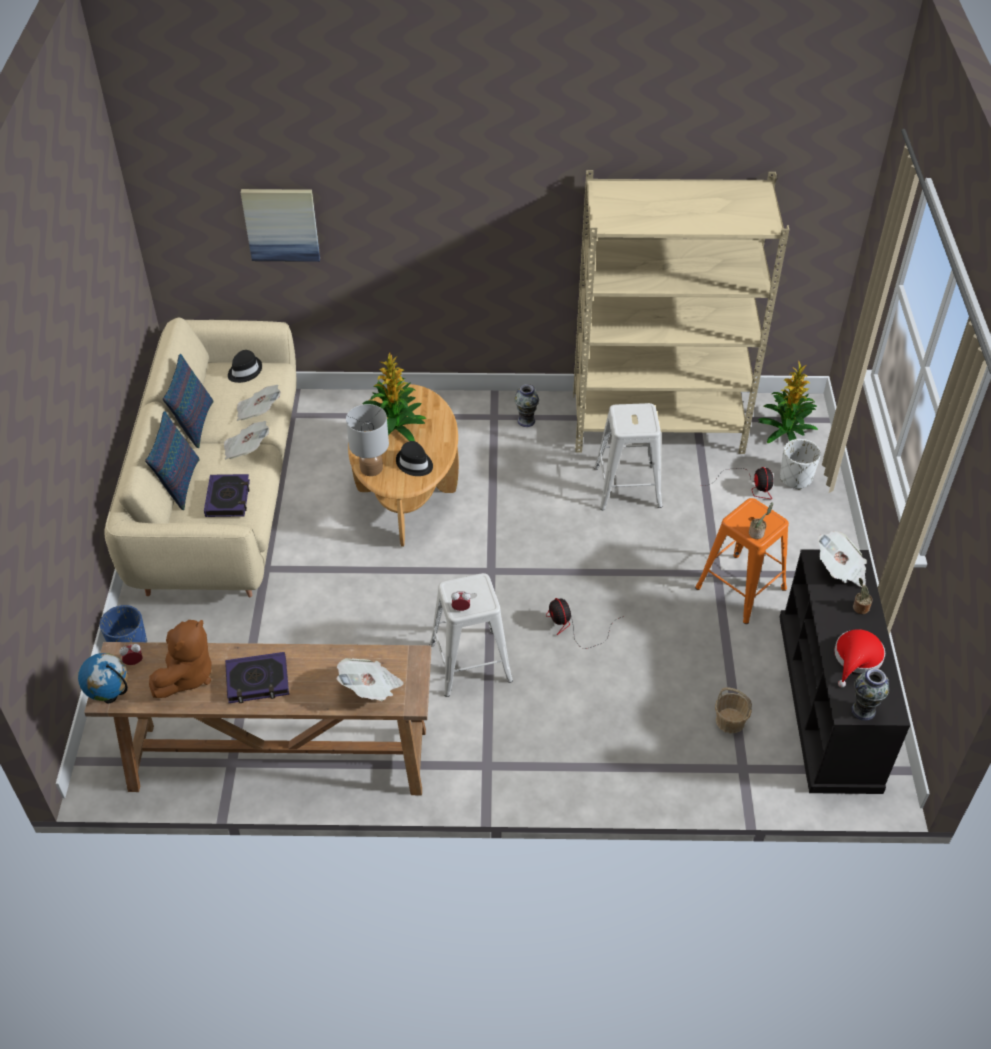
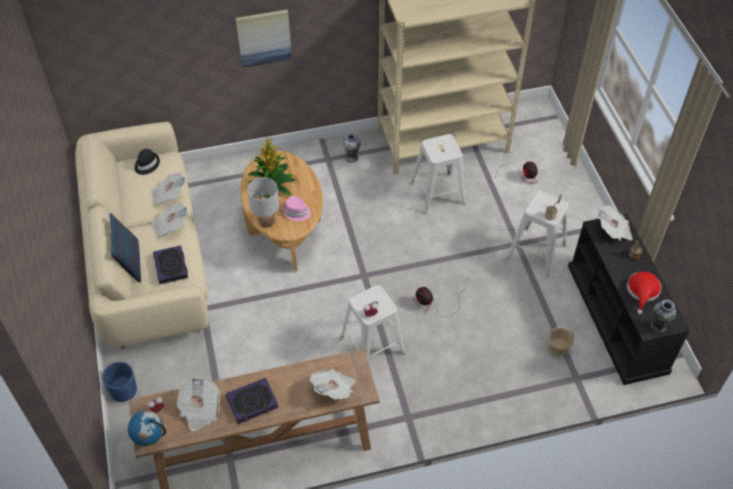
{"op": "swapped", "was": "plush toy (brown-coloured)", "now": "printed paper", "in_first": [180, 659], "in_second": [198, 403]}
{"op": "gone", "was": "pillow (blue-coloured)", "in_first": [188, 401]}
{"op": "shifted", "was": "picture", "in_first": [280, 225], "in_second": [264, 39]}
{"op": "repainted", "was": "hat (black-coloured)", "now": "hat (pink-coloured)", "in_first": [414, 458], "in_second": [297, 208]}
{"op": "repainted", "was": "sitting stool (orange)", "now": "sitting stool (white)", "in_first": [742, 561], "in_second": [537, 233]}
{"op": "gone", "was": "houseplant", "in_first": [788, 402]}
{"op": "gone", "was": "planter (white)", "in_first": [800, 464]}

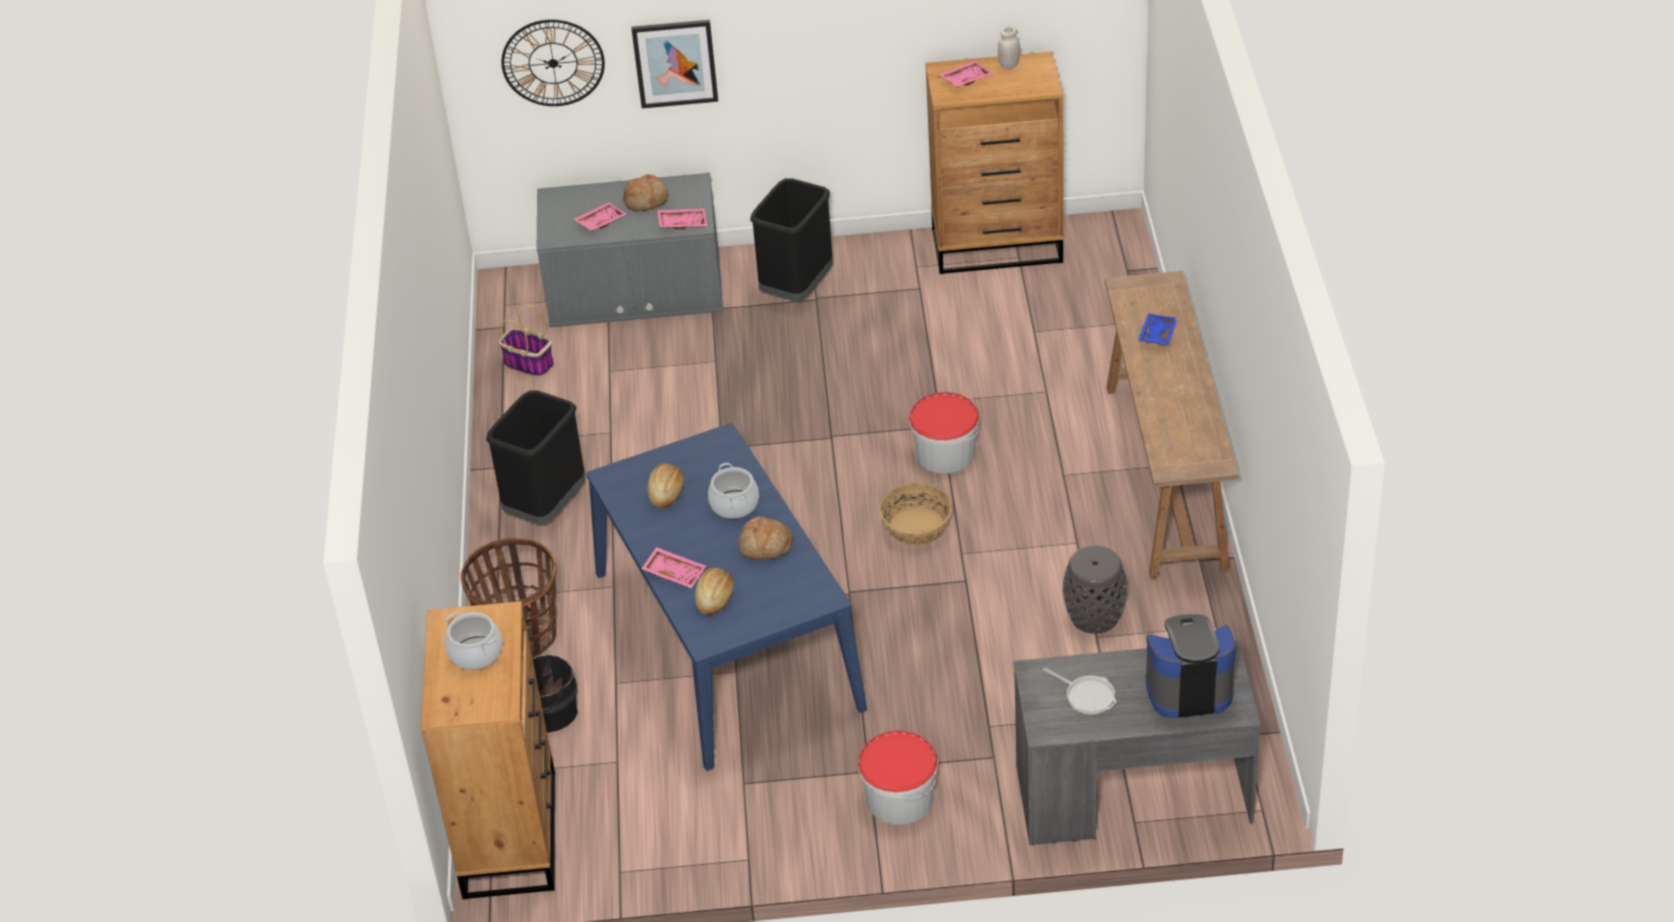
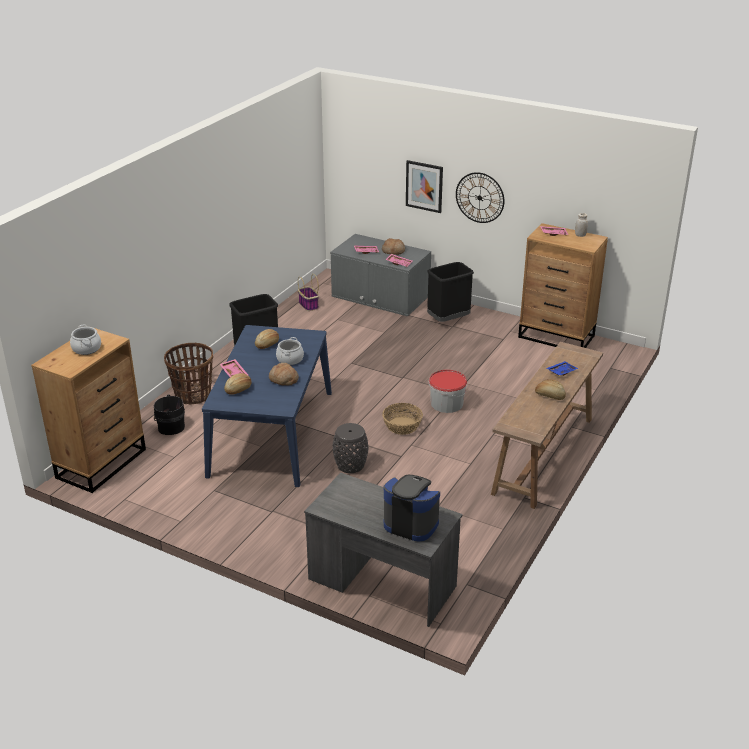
{"op": "shifted", "was": "wall clock", "in_first": [553, 62], "in_second": [480, 197]}
{"op": "gone", "was": "bucket", "in_first": [898, 777]}
{"op": "gone", "was": "skillet", "in_first": [1080, 691]}
{"op": "shifted", "was": "sitting stool (greyish)", "in_first": [1095, 590], "in_second": [350, 448]}
{"op": "new", "now": "baked bread", "in_second": [550, 389]}

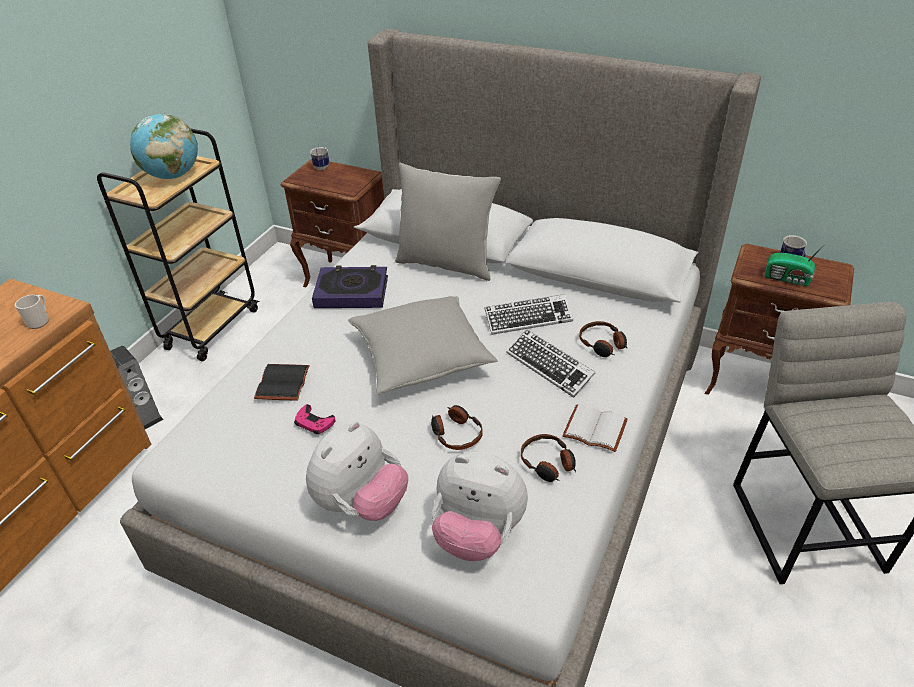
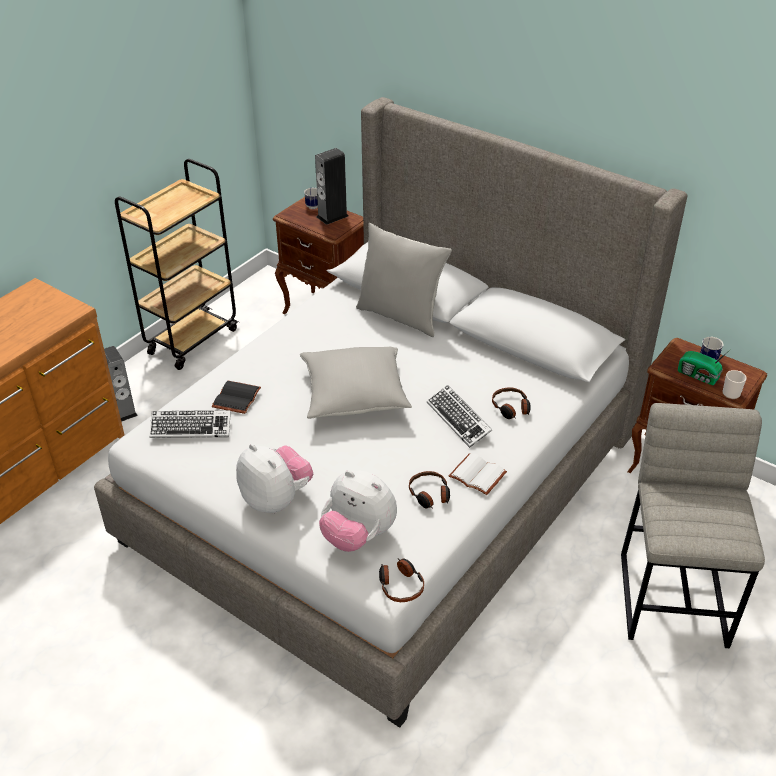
{"op": "shifted", "was": "tea mug", "in_first": [32, 312], "in_second": [734, 384]}
{"op": "gone", "was": "world globe", "in_first": [164, 146]}
{"op": "gone", "was": "gamepad (pink-coloured)", "in_first": [315, 419]}
{"op": "rotated", "was": "plush toy", "in_first": [357, 471], "in_second": [274, 478], "clockwise": -90}
{"op": "gone", "was": "bound book", "in_first": [350, 286]}
{"op": "shifted", "was": "pair of headphones", "in_first": [457, 427], "in_second": [401, 580]}
{"op": "shifted", "was": "PC keyboard", "in_first": [529, 314], "in_second": [190, 424]}
{"op": "new", "now": "audio speaker", "in_second": [331, 186]}

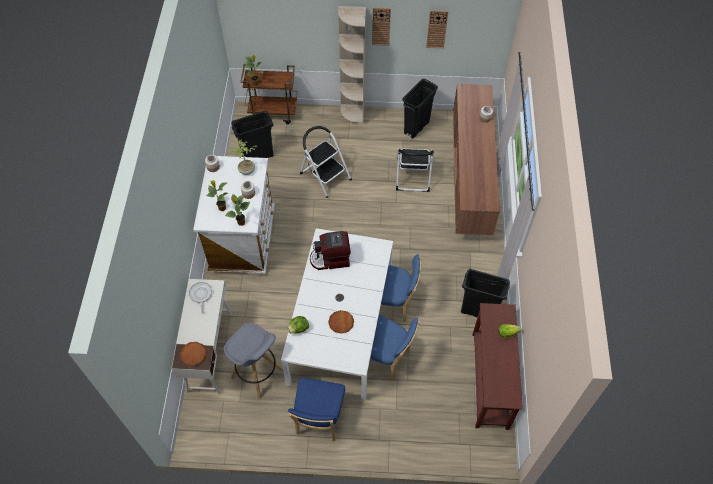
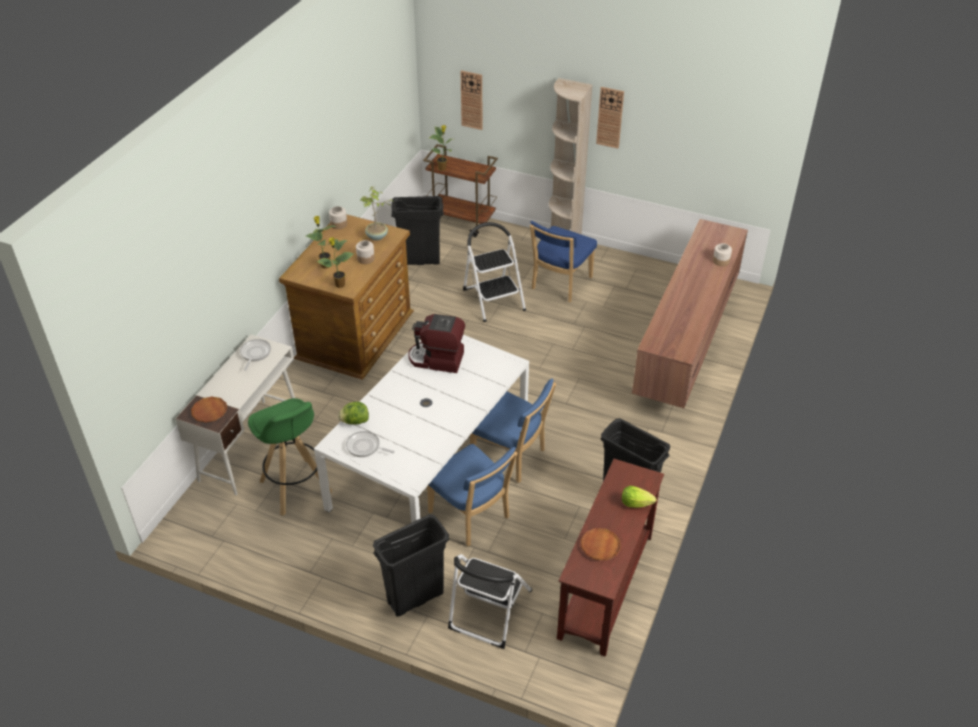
{"op": "repainted", "was": "drawer chest (white)", "now": "drawer chest (brown-coloured)", "in_first": [234, 215], "in_second": [346, 297]}
{"op": "repainted", "was": "sitting stool (greyish)", "now": "sitting stool (greenish)", "in_first": [253, 361], "in_second": [290, 457]}
{"op": "shifted", "was": "chair (blue-coloured)", "in_first": [316, 409], "in_second": [563, 261]}
{"op": "shifted", "was": "plate (brown-coloured)", "in_first": [341, 322], "in_second": [601, 544]}
{"op": "shifted", "was": "step ladder", "in_first": [415, 170], "in_second": [490, 601]}
{"op": "shifted", "was": "trash can (black-coloured)", "in_first": [420, 109], "in_second": [411, 565]}
{"op": "shifted", "was": "wall clock", "in_first": [437, 29], "in_second": [471, 100]}
{"op": "new", "now": "skillet", "in_second": [370, 444]}

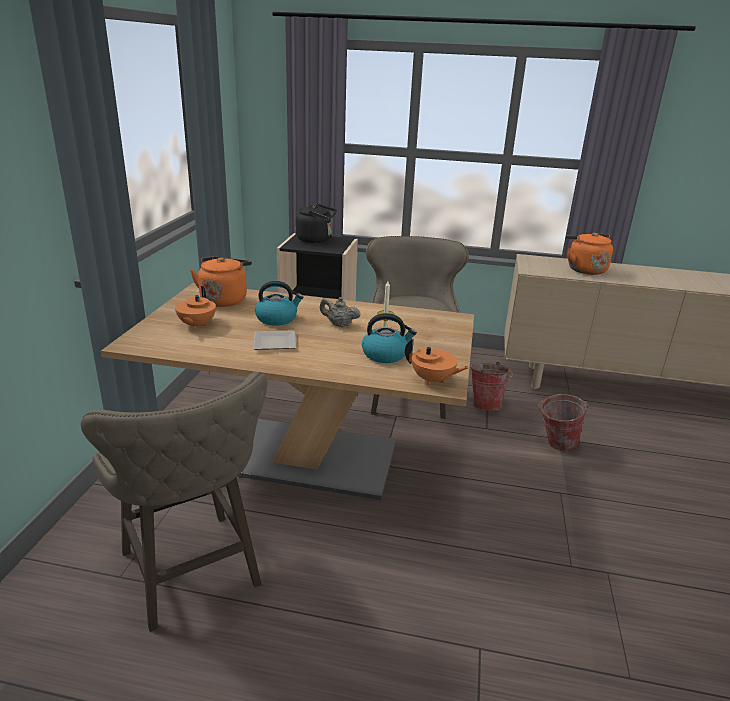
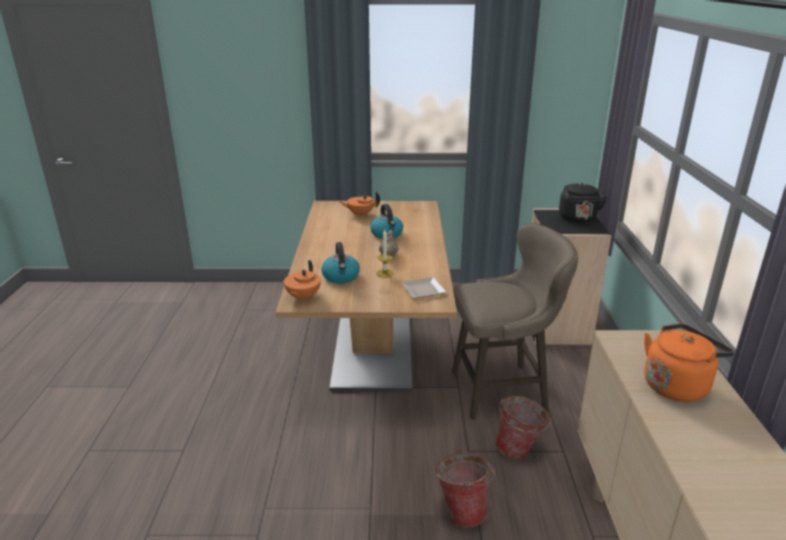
{"op": "gone", "was": "sitting stool (beige-coloured)", "in_first": [174, 502]}
{"op": "gone", "was": "kettle (orange)", "in_first": [221, 282]}
{"op": "shifted", "was": "plate", "in_first": [275, 340], "in_second": [424, 288]}

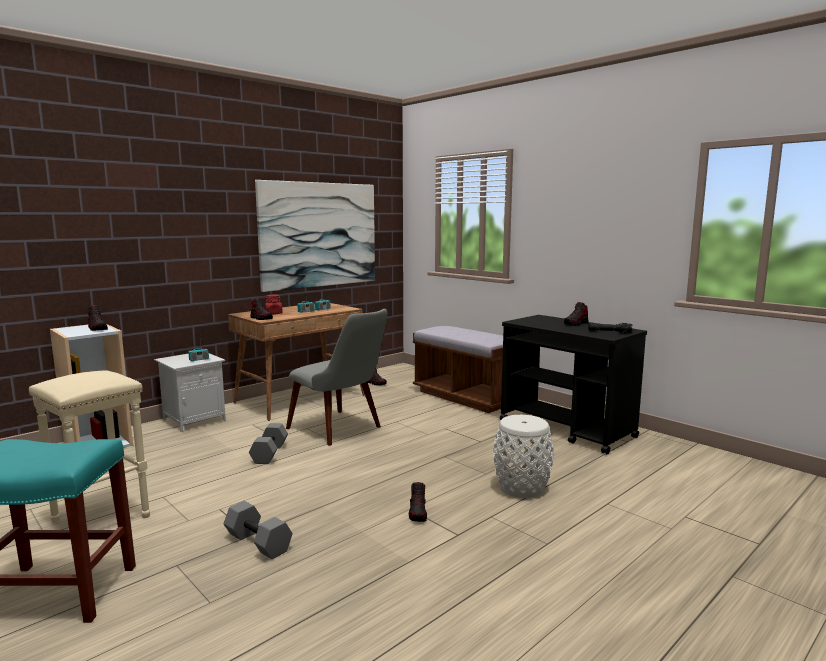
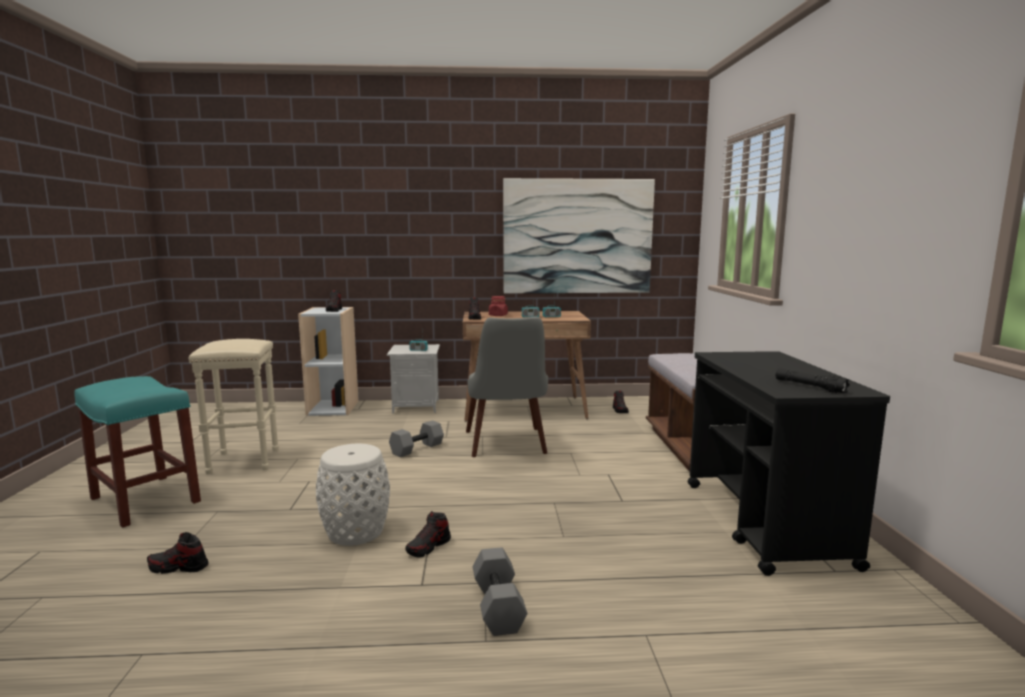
{"op": "shifted", "was": "dumbbell (greyish)", "in_first": [258, 530], "in_second": [500, 591]}
{"op": "shifted", "was": "sitting stool (white)", "in_first": [523, 456], "in_second": [353, 495]}
{"op": "shifted", "was": "low shoe", "in_first": [576, 314], "in_second": [177, 553]}

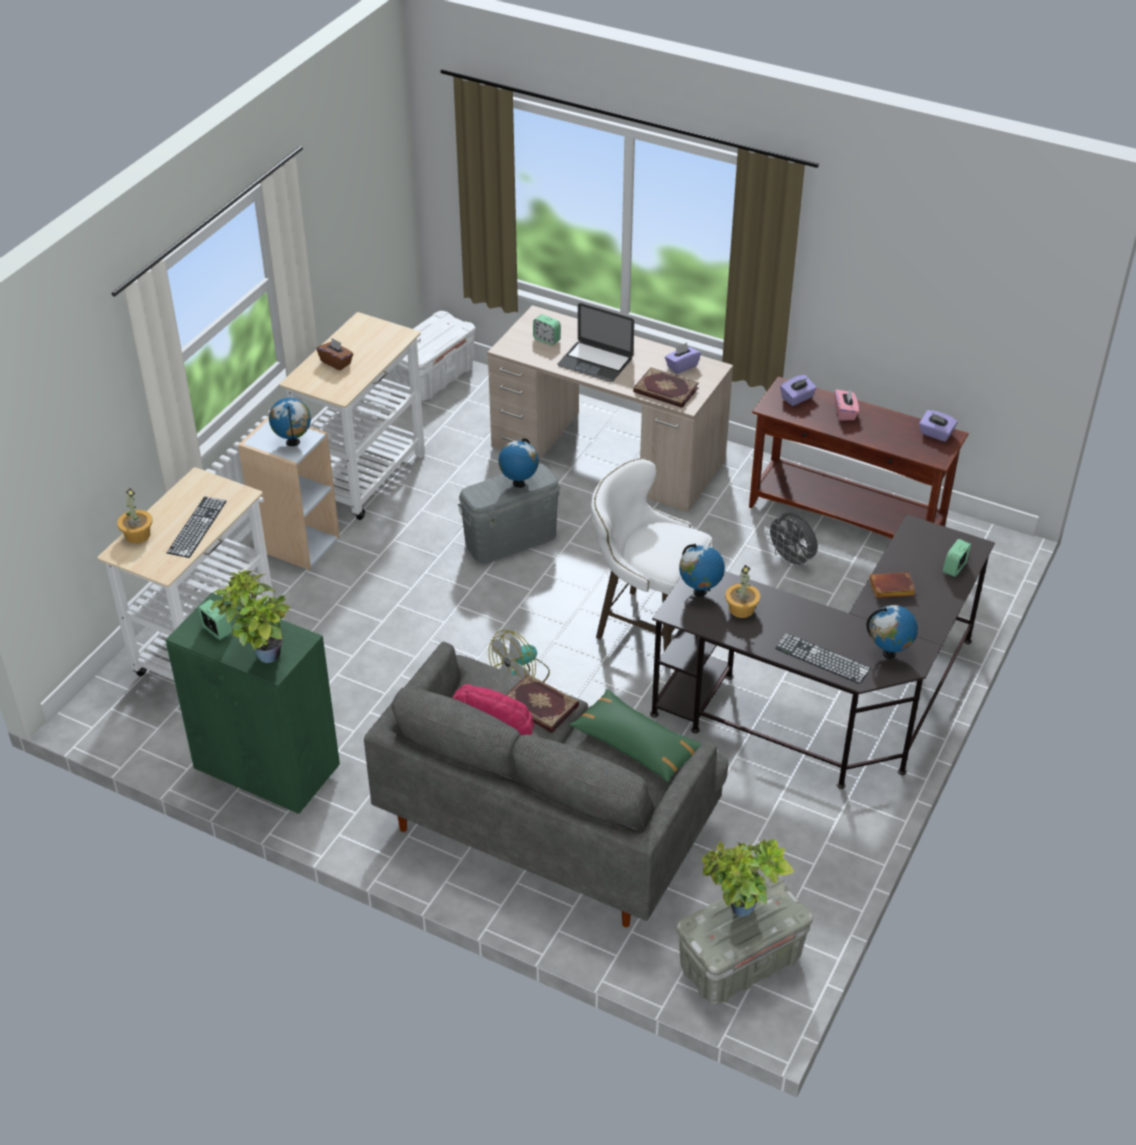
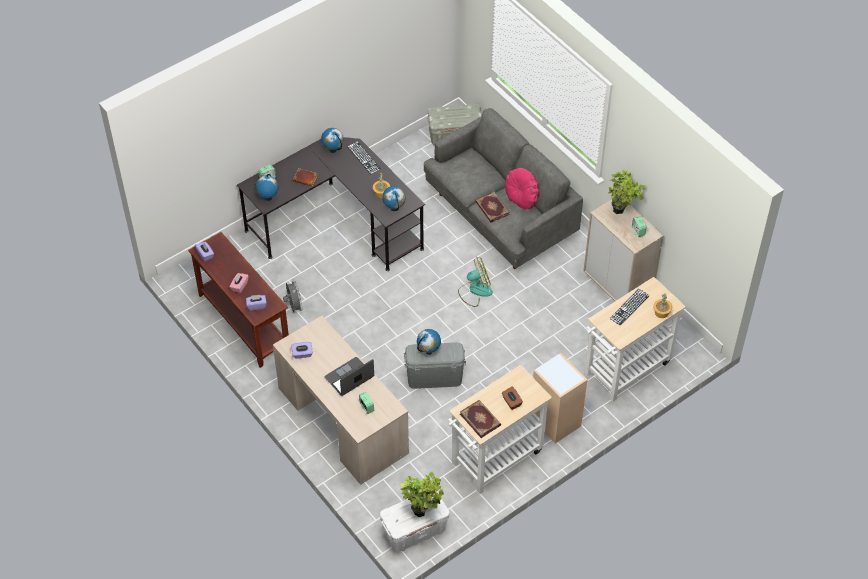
{"op": "repainted", "was": "storage cabinet (greenish)", "now": "storage cabinet (beige-coloured)", "in_first": [252, 703], "in_second": [623, 250]}
{"op": "shifted", "was": "world globe", "in_first": [290, 422], "in_second": [267, 187]}
{"op": "rotated", "was": "laptop", "in_first": [595, 342], "in_second": [349, 376], "clockwise": -90}
{"op": "gone", "was": "pillow (greenish)", "in_first": [635, 735]}
{"op": "gone", "was": "sitting stool (white)", "in_first": [651, 554]}
{"op": "shifted", "was": "bound book", "in_first": [666, 388], "in_second": [480, 419]}
{"op": "shifted", "was": "houseplant", "in_first": [748, 878], "in_second": [422, 494]}

